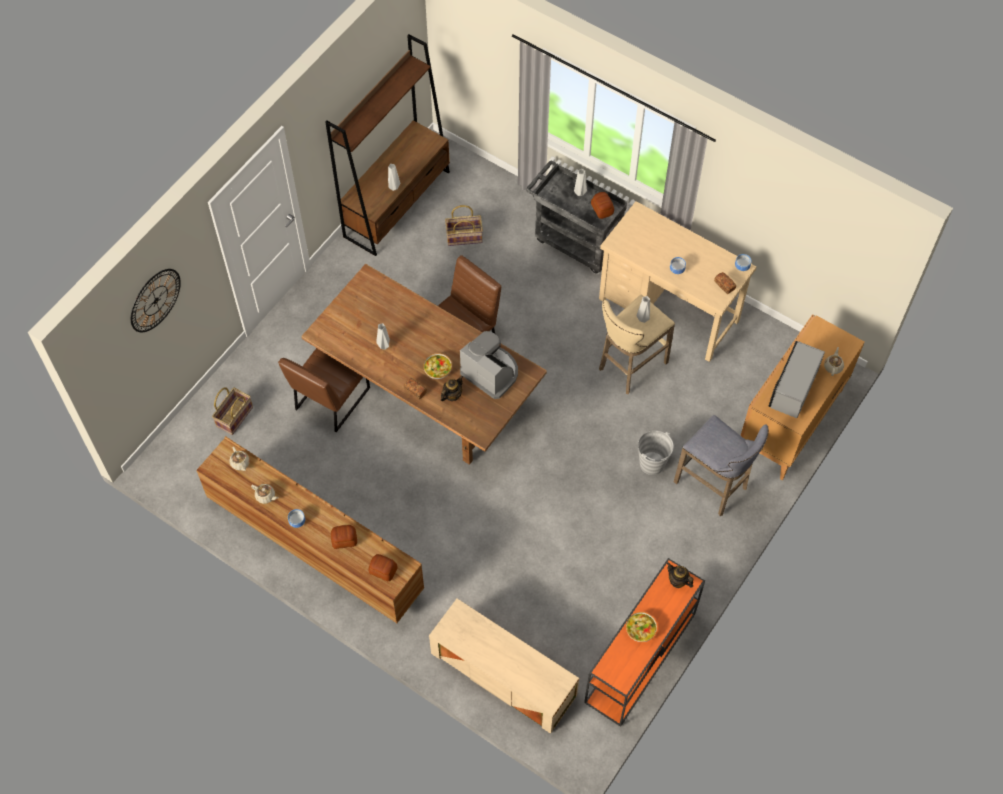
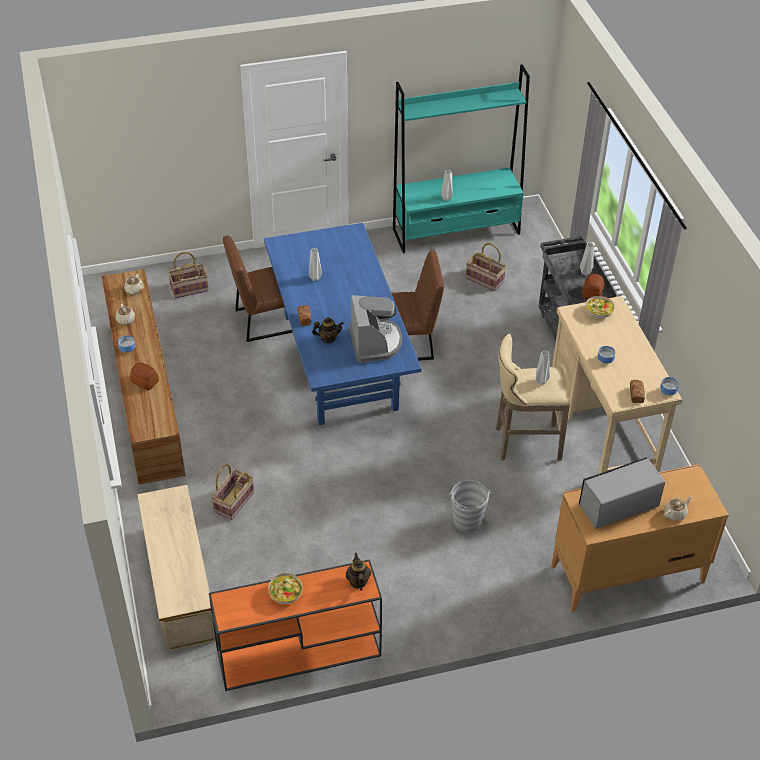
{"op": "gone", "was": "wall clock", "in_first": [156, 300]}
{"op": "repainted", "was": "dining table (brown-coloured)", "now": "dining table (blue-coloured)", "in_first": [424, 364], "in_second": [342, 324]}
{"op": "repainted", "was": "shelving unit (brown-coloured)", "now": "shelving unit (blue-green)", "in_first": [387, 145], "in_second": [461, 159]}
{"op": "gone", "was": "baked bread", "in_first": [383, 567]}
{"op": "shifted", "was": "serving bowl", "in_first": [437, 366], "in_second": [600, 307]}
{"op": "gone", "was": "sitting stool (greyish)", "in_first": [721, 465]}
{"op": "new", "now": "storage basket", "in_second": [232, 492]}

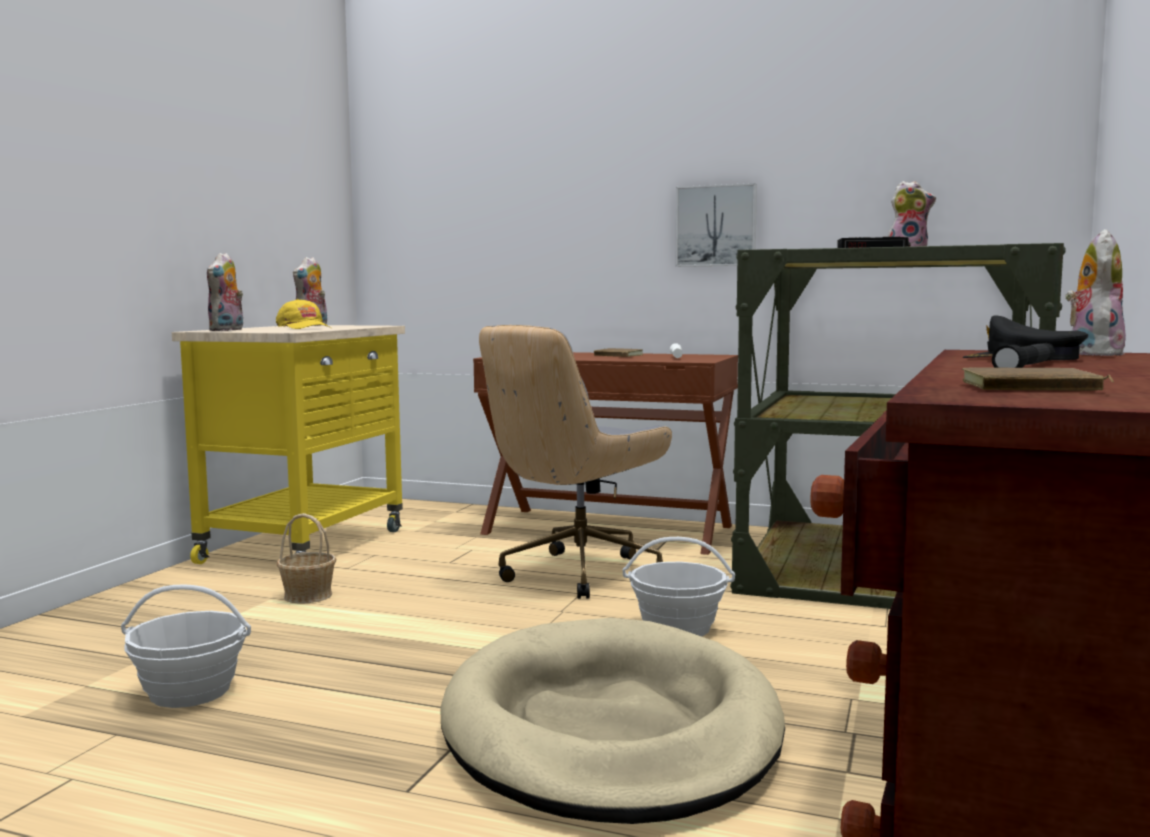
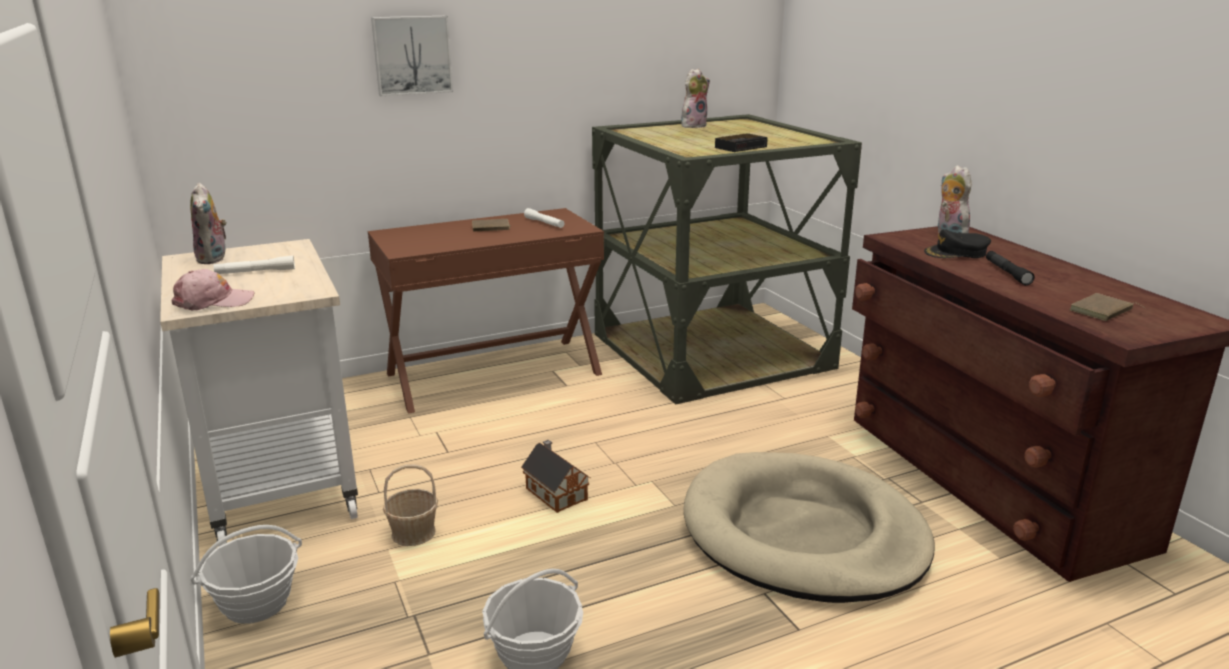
{"op": "repainted", "was": "wheeled cart (yellowish)", "now": "wheeled cart (white)", "in_first": [288, 444], "in_second": [259, 392]}
{"op": "swapped", "was": "plush toy", "now": "baseball cap (pink-coloured)", "in_first": [225, 292], "in_second": [213, 289]}
{"op": "swapped", "was": "baseball cap (yellowish)", "now": "flashlight (white)", "in_first": [303, 314], "in_second": [254, 265]}
{"op": "gone", "was": "desk chair (greyish)", "in_first": [575, 462]}
{"op": "shifted", "was": "storage basket", "in_first": [678, 587], "in_second": [246, 574]}
{"op": "shifted", "was": "picture", "in_first": [716, 225], "in_second": [412, 56]}
{"op": "new", "now": "miniature house", "in_second": [555, 476]}

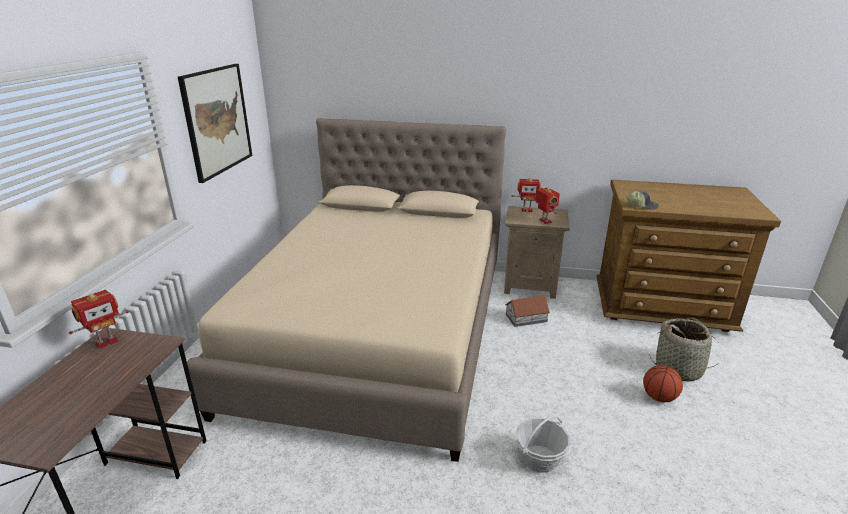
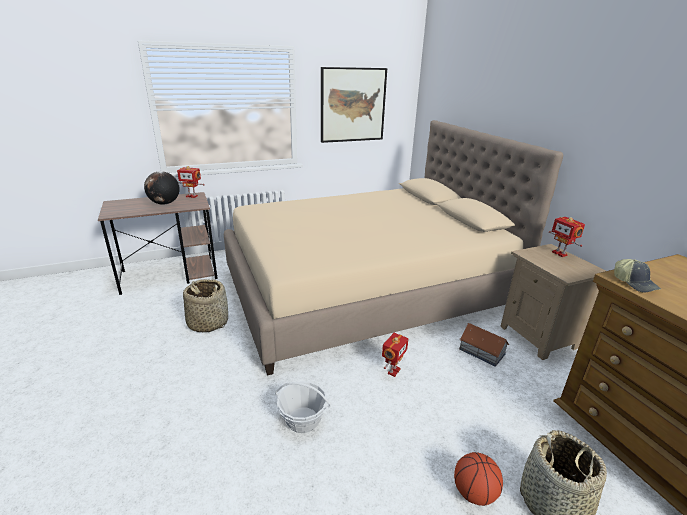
{"op": "shifted", "was": "robot figure", "in_first": [547, 206], "in_second": [395, 355]}
{"op": "new", "now": "world globe", "in_second": [162, 188]}
{"op": "new", "now": "storage basket", "in_second": [205, 306]}

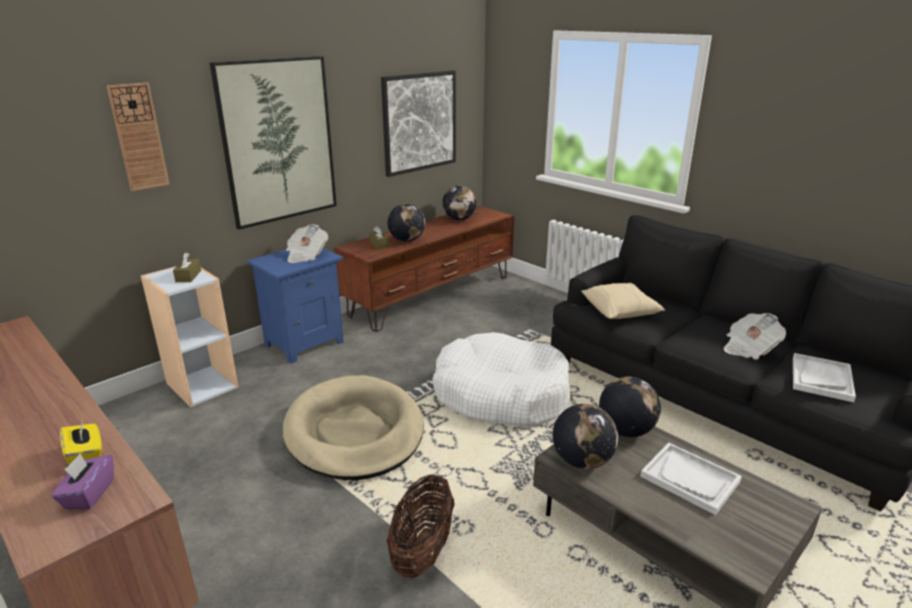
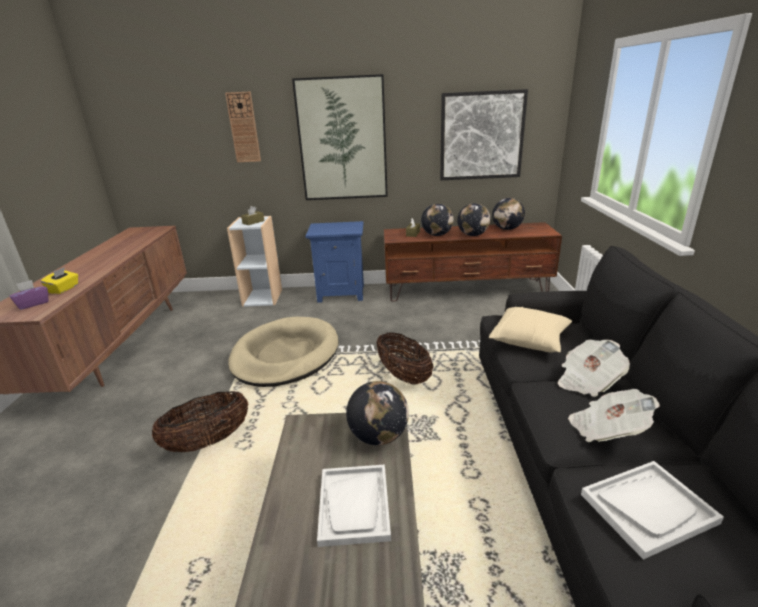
{"op": "shifted", "was": "printed paper", "in_first": [307, 243], "in_second": [594, 368]}
{"op": "swapped", "was": "dog bed (white)", "now": "storage basket", "in_first": [501, 379], "in_second": [405, 358]}
{"op": "shifted", "was": "world globe", "in_first": [585, 436], "in_second": [473, 219]}

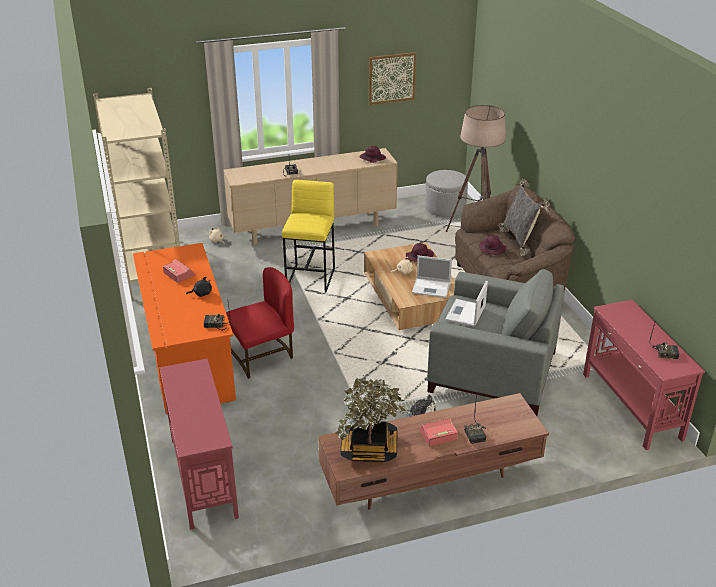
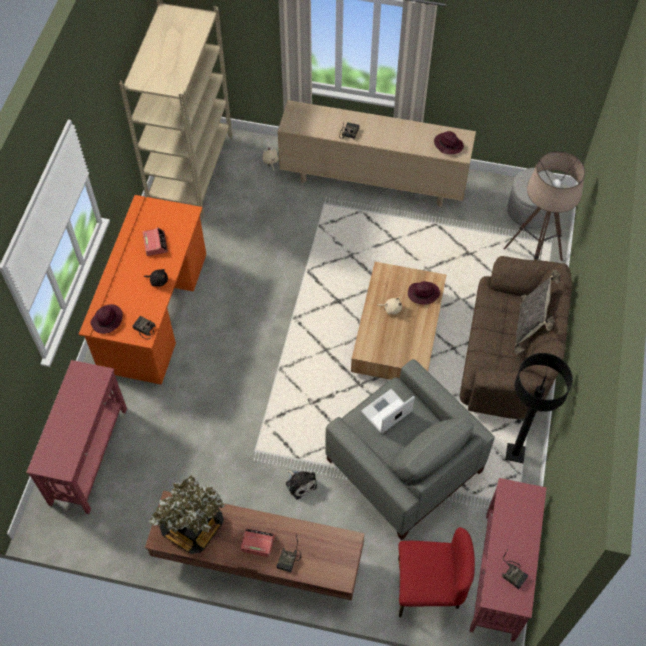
{"op": "shifted", "was": "chair (red)", "in_first": [260, 323], "in_second": [436, 572]}
{"op": "gone", "was": "sitting stool (yellowish)", "in_first": [308, 236]}
{"op": "gone", "was": "picture", "in_first": [393, 78]}
{"op": "gone", "was": "laptop", "in_first": [432, 276]}
{"op": "shifted", "was": "hat (purplish)", "in_first": [492, 245], "in_second": [106, 319]}
{"op": "new", "now": "standard lamp (black-coloured)", "in_second": [539, 408]}

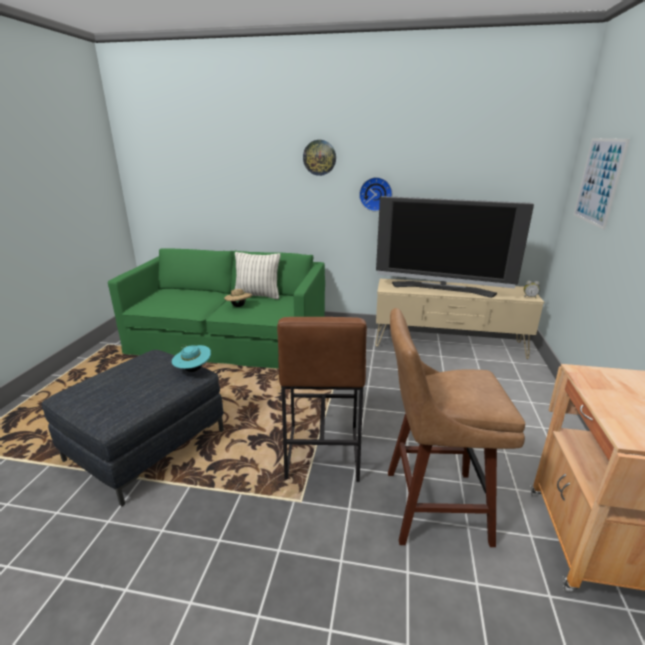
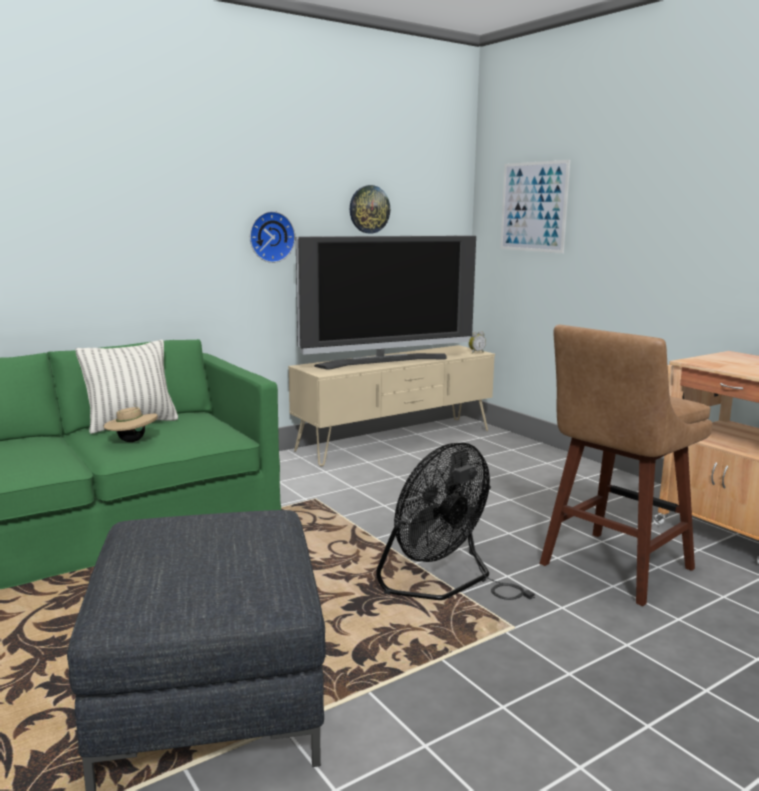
{"op": "gone", "was": "hat (blue-green)", "in_first": [191, 358]}
{"op": "swapped", "was": "sitting stool (brown-coloured)", "now": "electric fan (black-coloured)", "in_first": [322, 399], "in_second": [455, 521]}
{"op": "shifted", "was": "wall clock", "in_first": [319, 158], "in_second": [370, 209]}

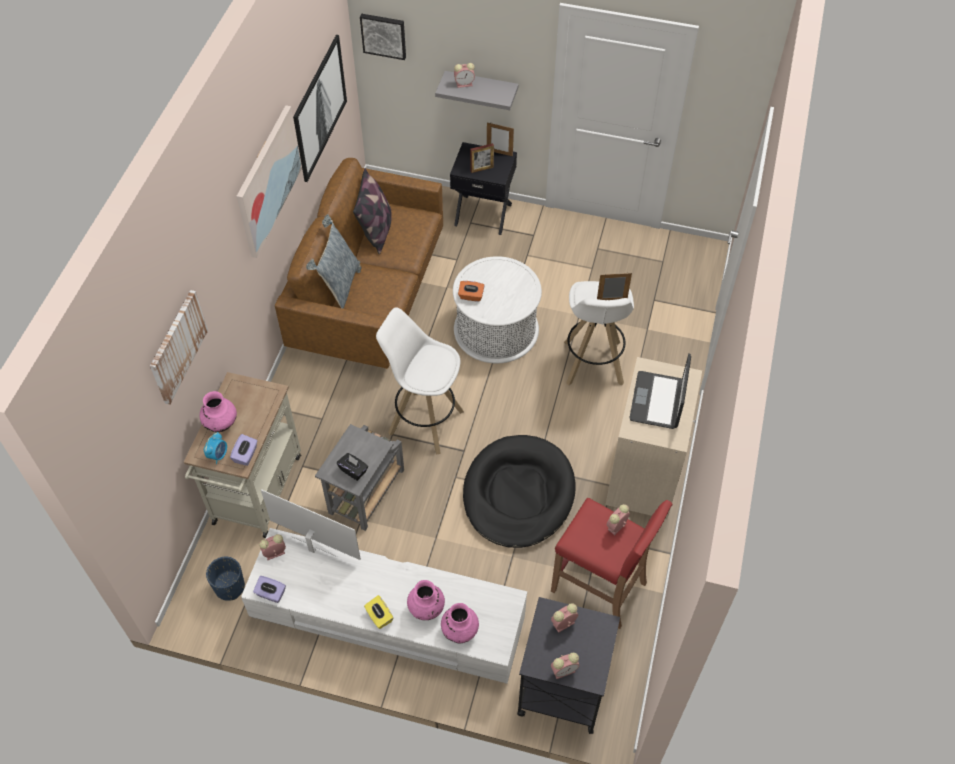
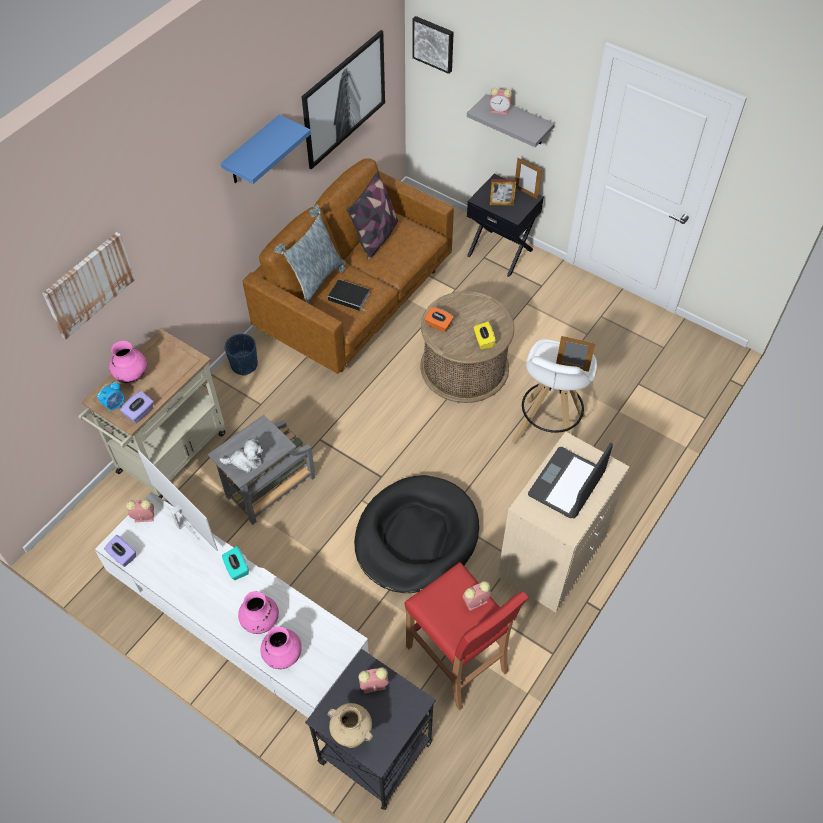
{"op": "shifted", "was": "planter (blue-coloured)", "in_first": [225, 578], "in_second": [241, 355]}
{"op": "swapped", "was": "picture", "now": "shelf (blue-coloured)", "in_first": [269, 181], "in_second": [266, 149]}
{"op": "swapped", "was": "tissue box (black-coloured)", "now": "plush toy", "in_first": [352, 467], "in_second": [241, 455]}
{"op": "shifted", "was": "tissue box (yellowish)", "in_first": [378, 612], "in_second": [485, 336]}
{"op": "gone", "was": "sitting stool (white)", "in_first": [420, 381]}
{"op": "repainted", "was": "coffee table (white)", "now": "coffee table (brown-coloured)", "in_first": [497, 309], "in_second": [467, 347]}
{"op": "swapped", "was": "table clock", "now": "decorative vase (beige-coloured)", "in_first": [565, 666], "in_second": [350, 725]}
{"op": "new", "now": "tissue box (blue-green)", "in_second": [235, 563]}
{"op": "new", "now": "bound book", "in_second": [349, 295]}

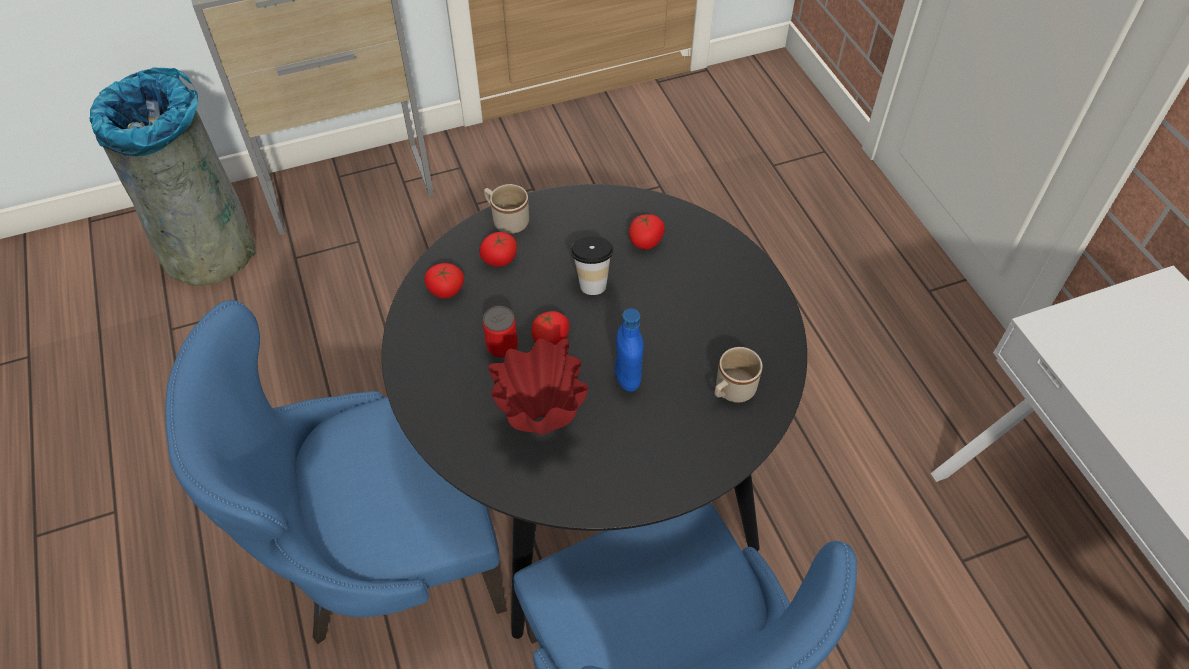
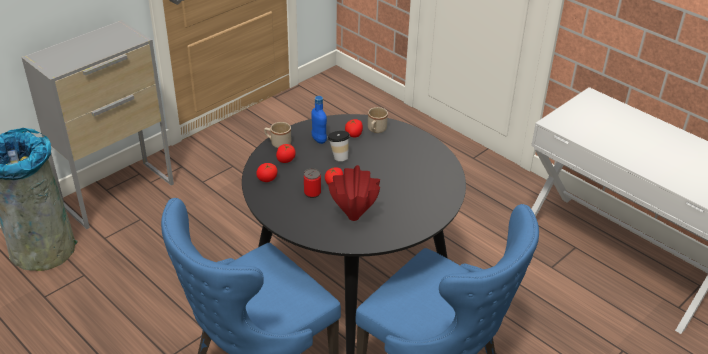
{"op": "shifted", "was": "beverage bottle (blue-coloured)", "in_first": [629, 350], "in_second": [319, 120]}
{"op": "shifted", "was": "tea mug (beige-coloured)", "in_first": [739, 374], "in_second": [378, 120]}

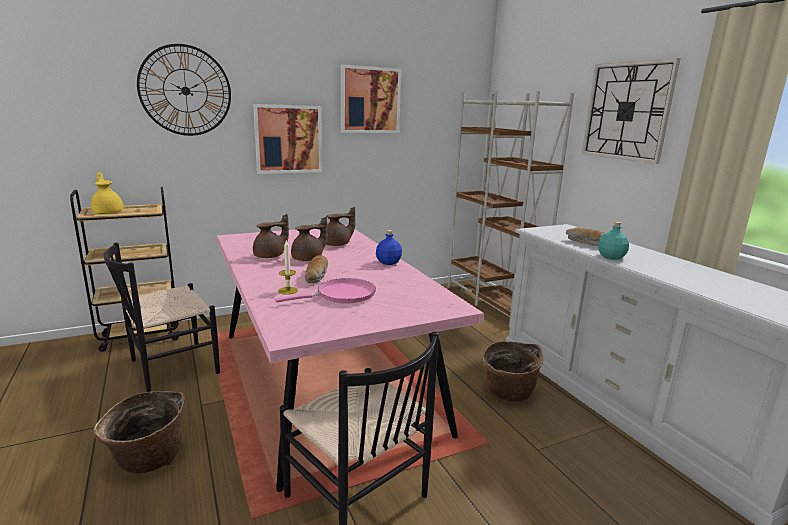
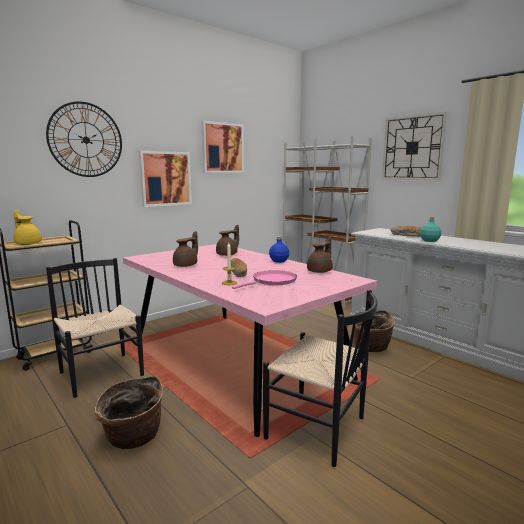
{"op": "rotated", "was": "chair (black-coloured)", "in_first": [161, 317], "in_second": [95, 328], "clockwise": 105}
{"op": "shifted", "was": "tea pot (brown-coloured)", "in_first": [309, 239], "in_second": [320, 254]}

